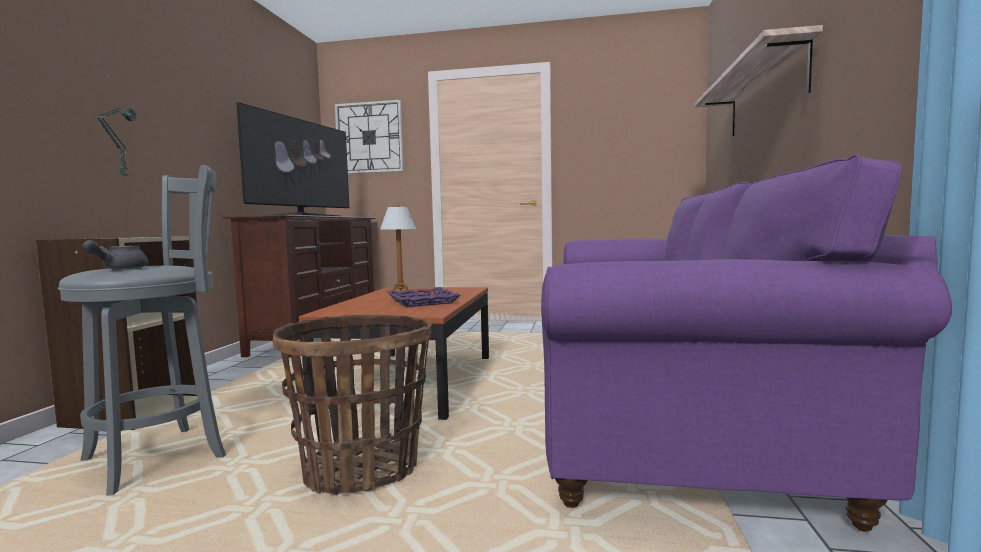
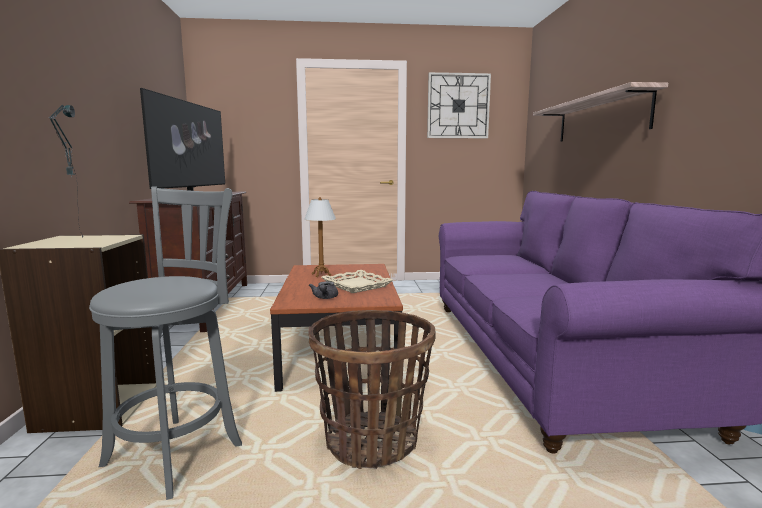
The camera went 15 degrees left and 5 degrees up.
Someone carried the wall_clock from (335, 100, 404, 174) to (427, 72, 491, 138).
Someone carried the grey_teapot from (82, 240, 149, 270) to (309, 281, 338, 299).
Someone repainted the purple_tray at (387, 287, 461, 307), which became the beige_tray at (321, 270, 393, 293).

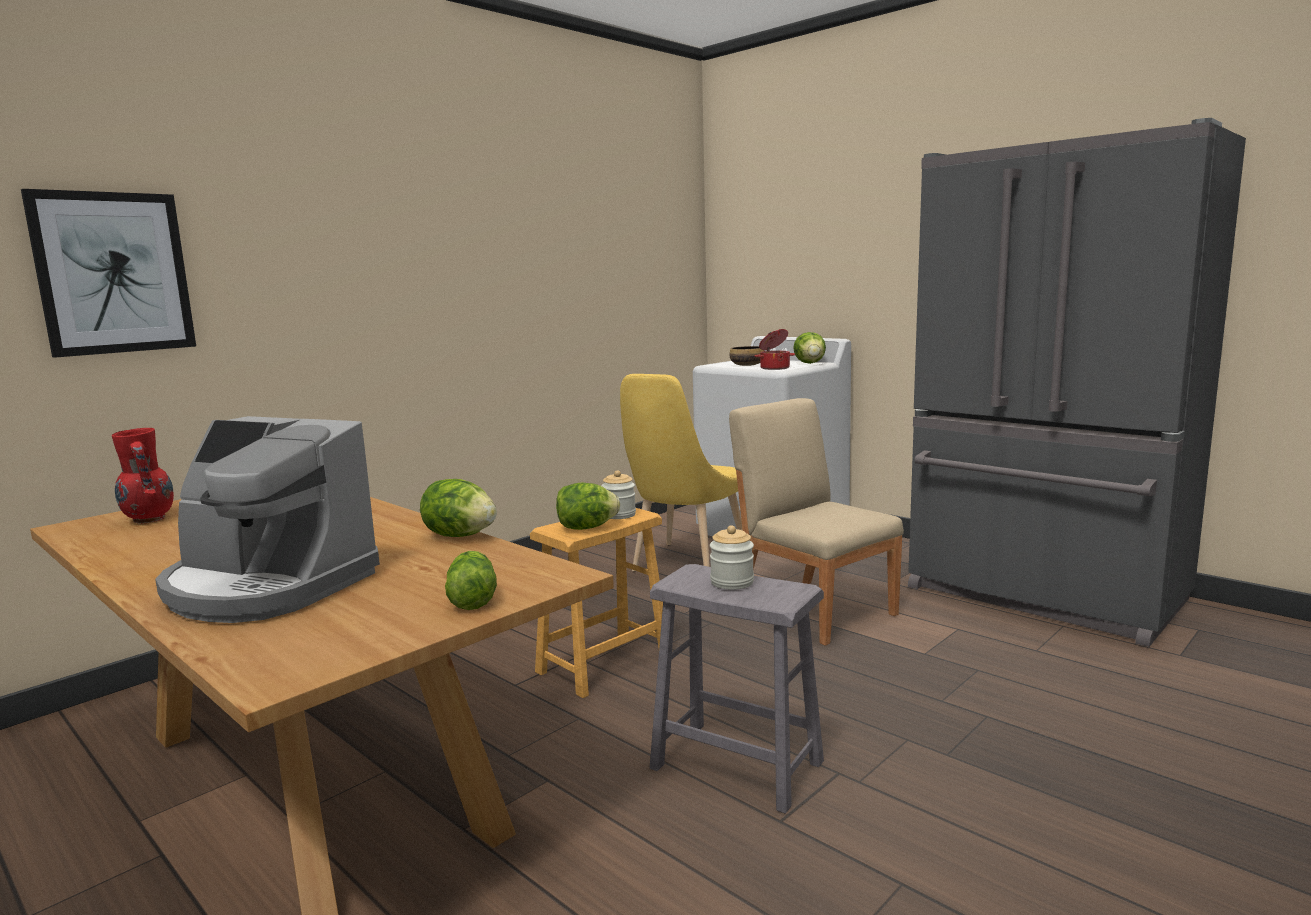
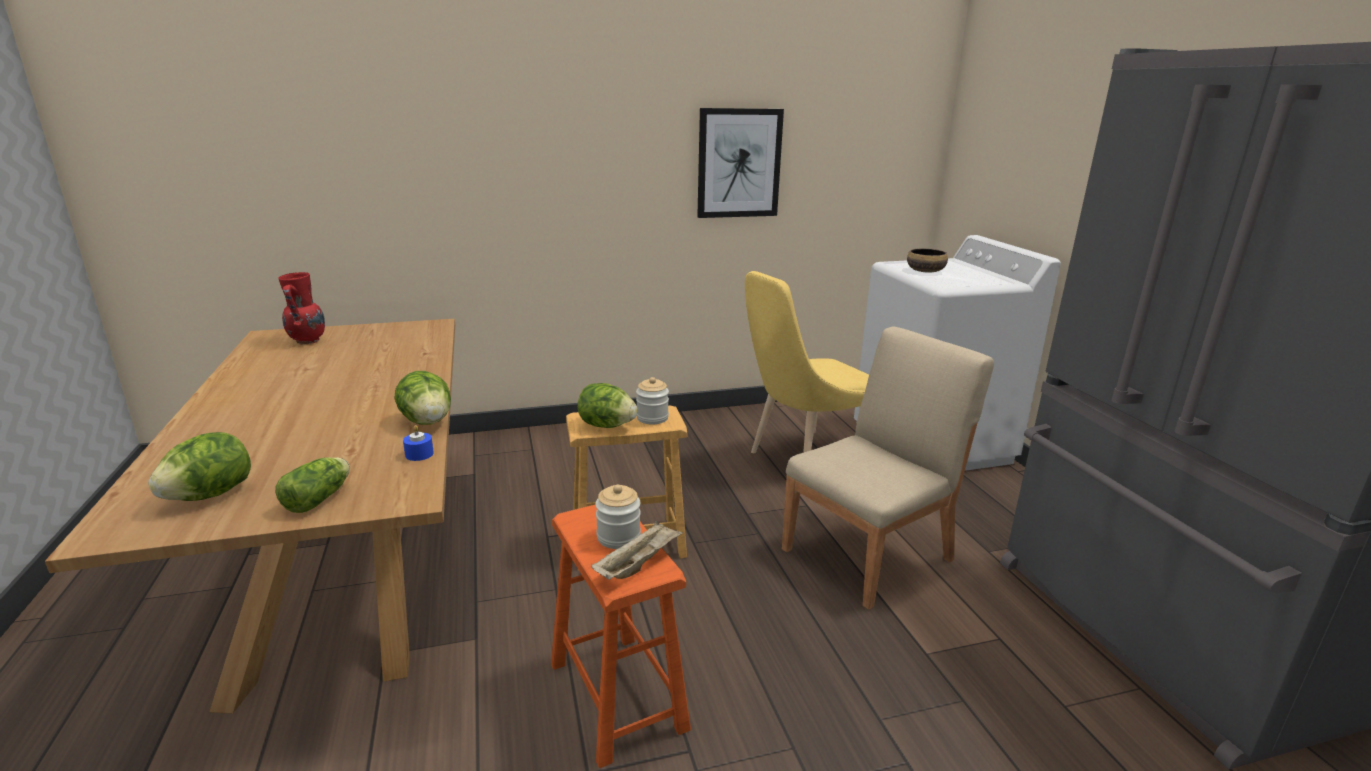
The camera went 30 degrees right and 10 degrees up.
Someone carried the picture from (21, 189, 196, 358) to (697, 108, 784, 218).
Someone took away the cooking_pot at (754, 329, 795, 370).
Someone carried the lettuce from (793, 332, 826, 364) to (148, 432, 251, 501).
Someone rotated the beige_chair at (729, 398, 904, 646) by 60 degrees clockwise.
Someone took away the coffee_machine at (155, 416, 380, 623).
Someone repainted the grey_stool at (650, 564, 824, 814), which became the orange_stool at (551, 505, 691, 768).
Someone put down the blue_candle at (403, 425, 434, 461).
Someone put down the beige_tray at (591, 521, 683, 580).

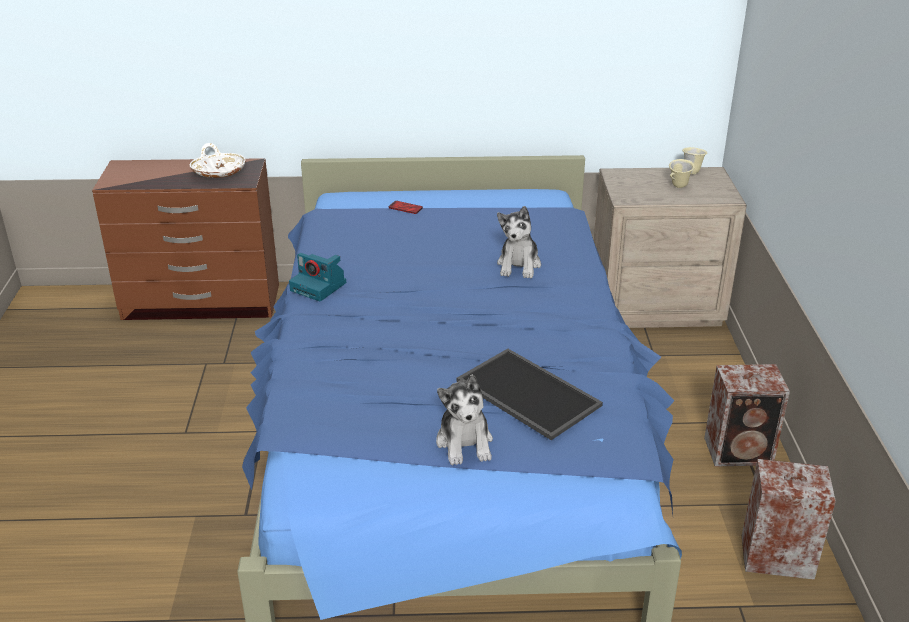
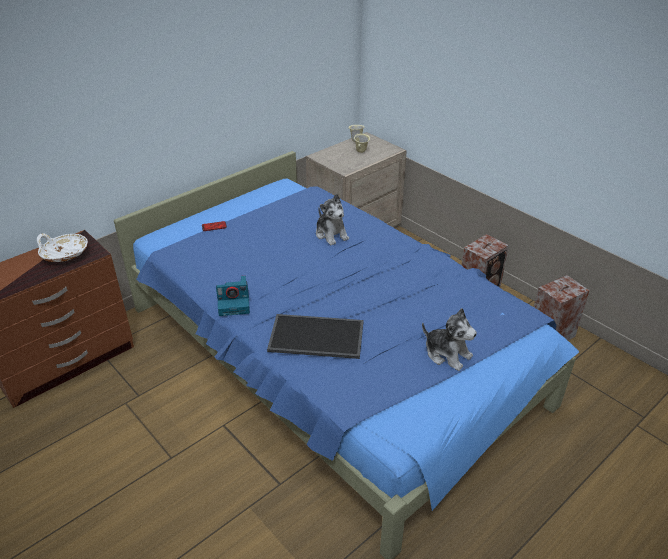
The camera went 40 degrees left and 5 degrees up.
Someone carried the tray from (456, 349, 603, 440) to (267, 314, 364, 359).

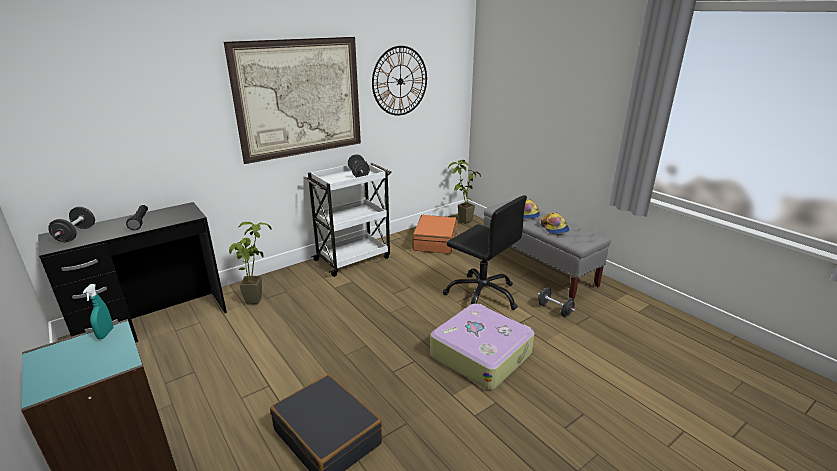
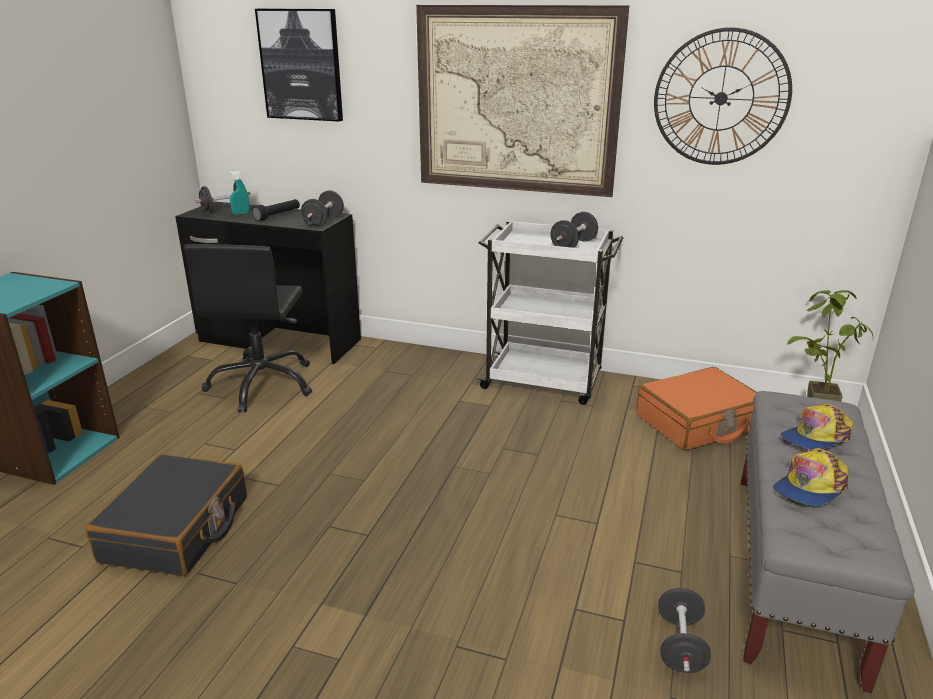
The camera went 55 degrees right and 0 degrees up.
Someone carried the black_office_chair from (443, 195, 527, 310) to (184, 244, 312, 413).
Someone took away the potted_plant at (229, 222, 272, 304).
Someone carried the turquoise_spray_bottle from (83, 284, 113, 339) to (228, 170, 249, 215).
Someone took away the suitcase at (430, 304, 534, 390).
Someone put up the picture at (255, 9, 343, 122).
Someone put down the black_dumbbell at (301, 191, 344, 227).

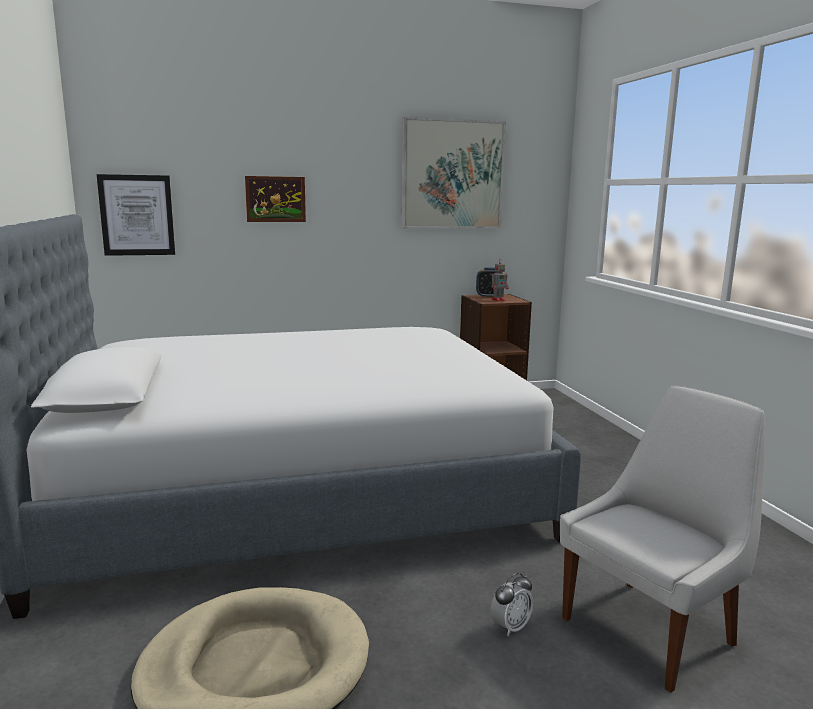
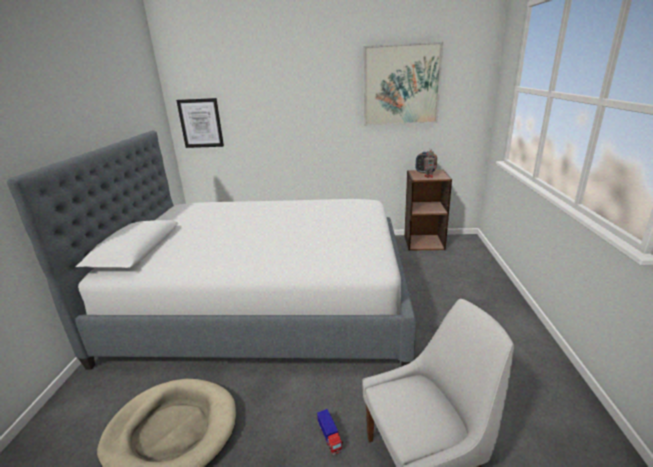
The camera went 20 degrees right and 10 degrees up.
Someone took away the picture at (245, 176, 306, 222).
Someone swapped the alarm_clock at (491, 573, 533, 636) for the toy_truck at (317, 409, 343, 455).

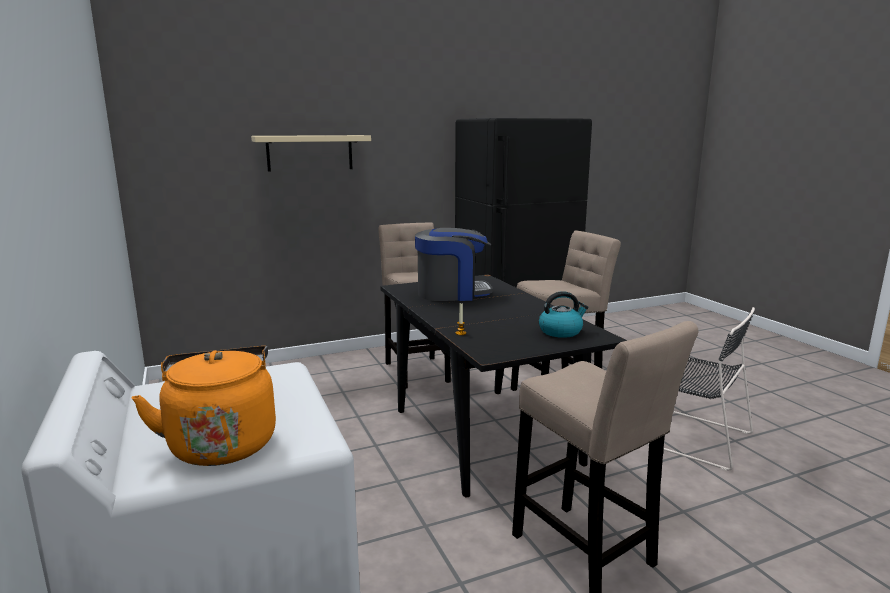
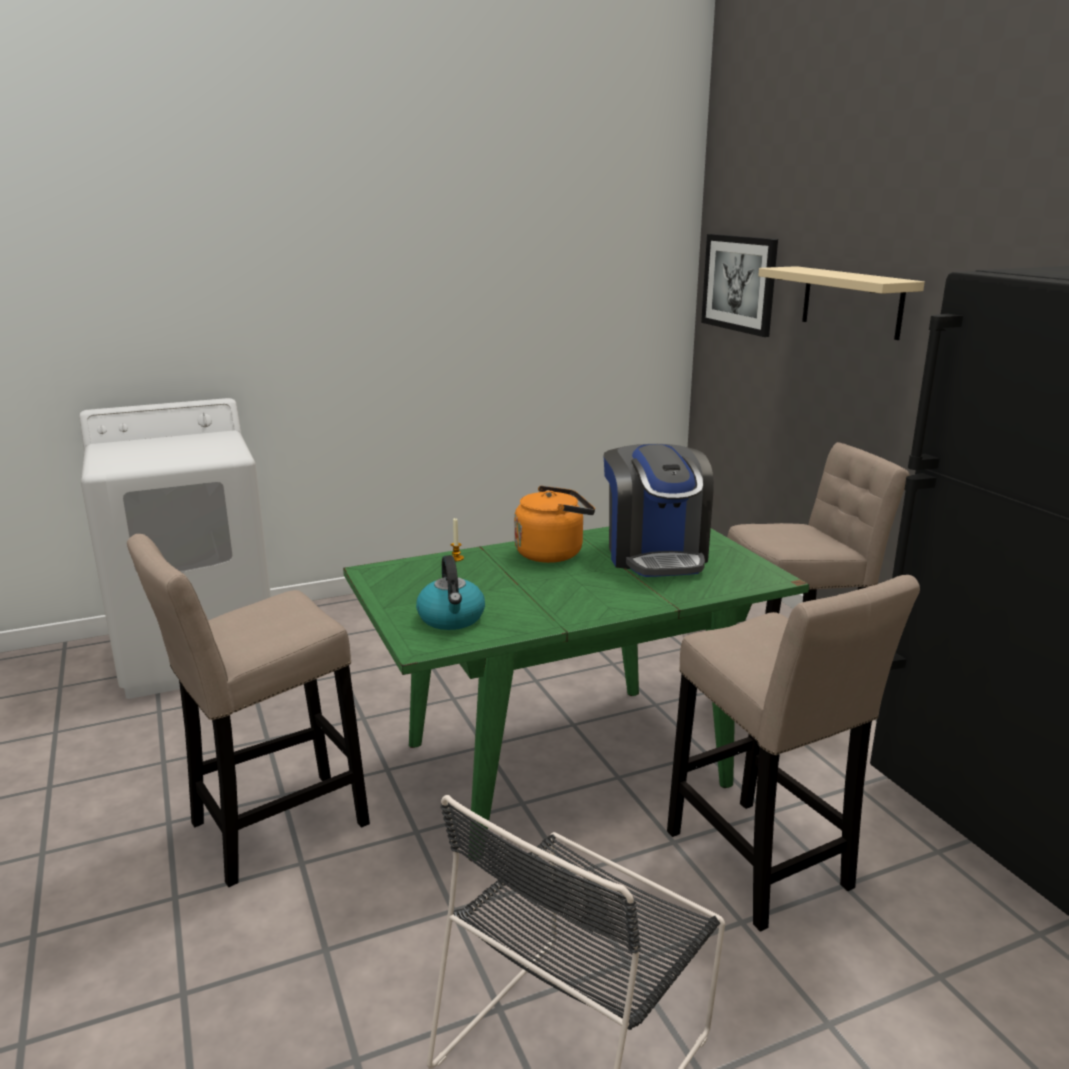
The camera went 90 degrees right and 5 degrees up.
Someone repainted the black_dining_table at (380, 274, 627, 498), which became the green_dining_table at (343, 527, 809, 862).
Someone carried the orange_kettle from (132, 346, 276, 466) to (514, 486, 595, 563).
Someone put up the picture at (701, 234, 778, 337).

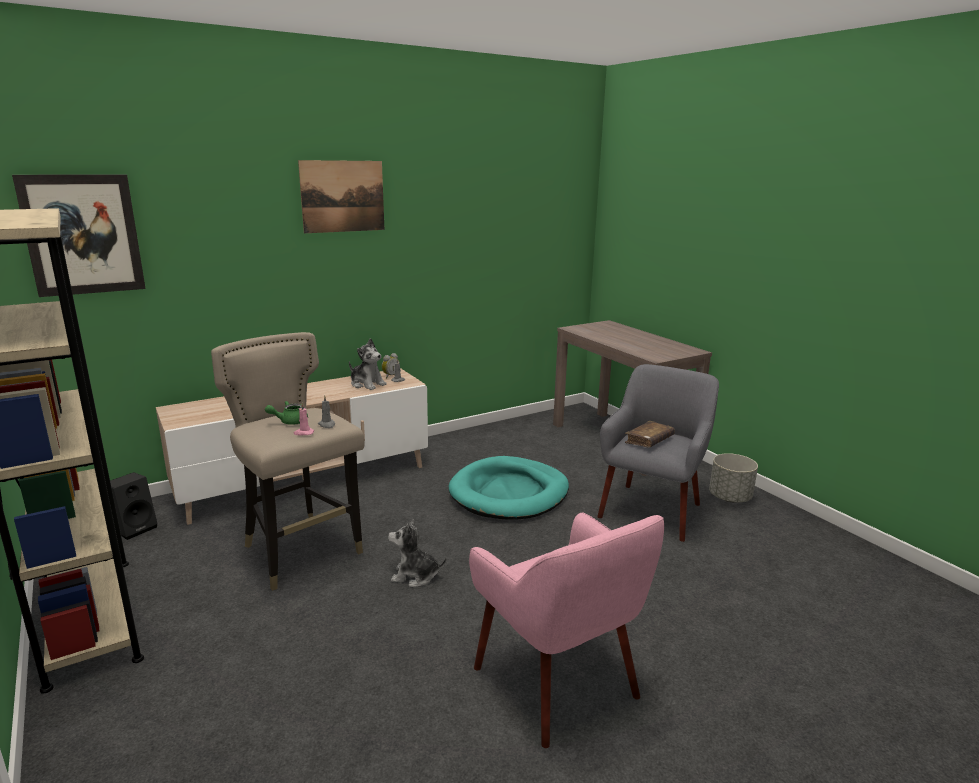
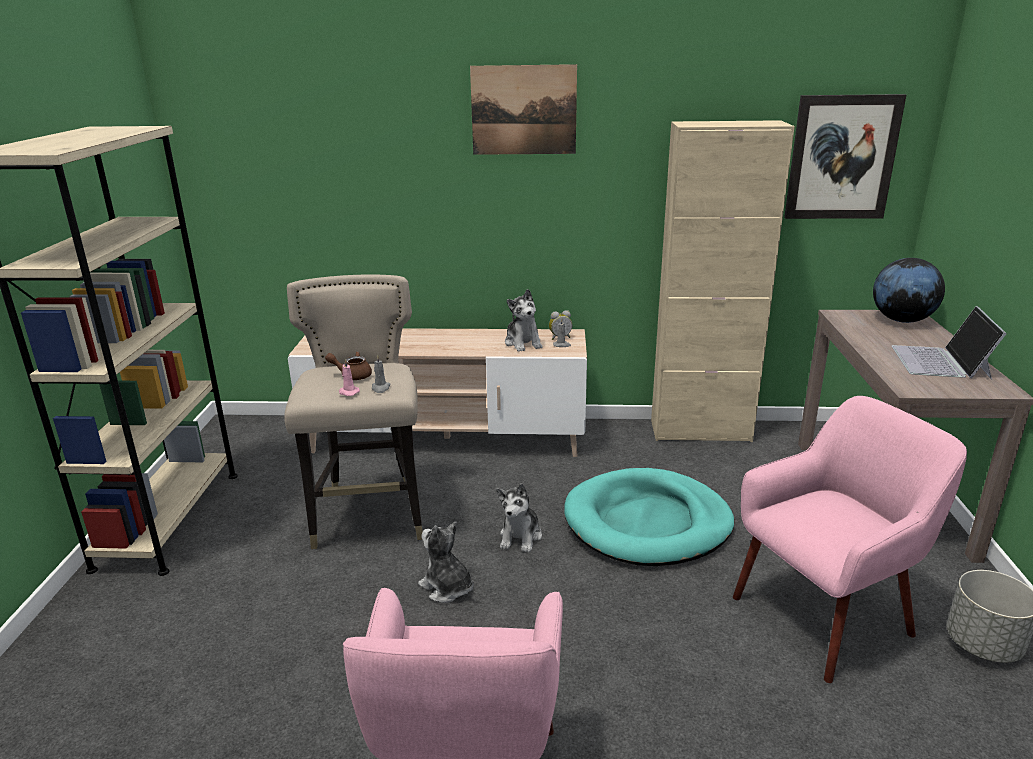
The camera went 35 degrees right and 5 degrees up.
Someone carried the picture from (12, 175, 146, 297) to (784, 94, 906, 219).
Someone repainted the grey_armchair at (597, 364, 719, 542), which became the pink_armchair at (733, 396, 967, 683).
Someone repainted the green_teapot at (265, 401, 308, 425), which became the brown_teapot at (325, 351, 372, 380).
Someone took away the brown_book at (625, 421, 675, 447).
Someone took away the black_speaker at (110, 472, 158, 540).
Someone put down the beige_cabinet at (651, 120, 795, 442).
Someone put down the globe at (873, 258, 945, 323).
Someone put down the laptop at (892, 306, 1007, 379).
Someone put down the plush_toy at (496, 484, 542, 553).

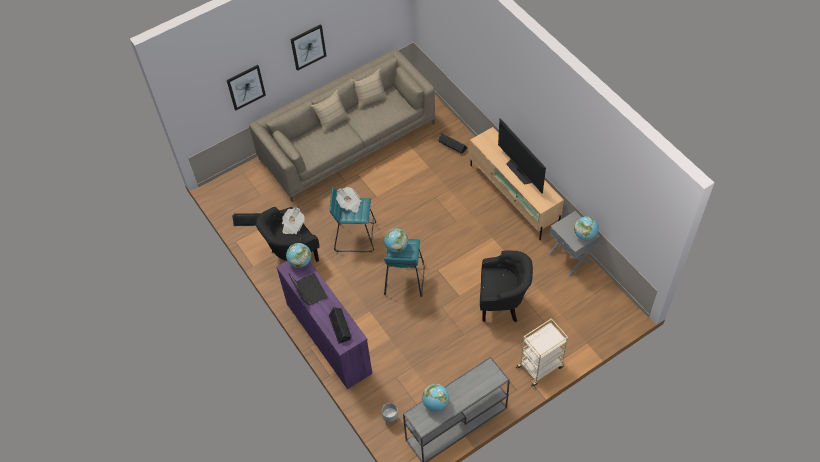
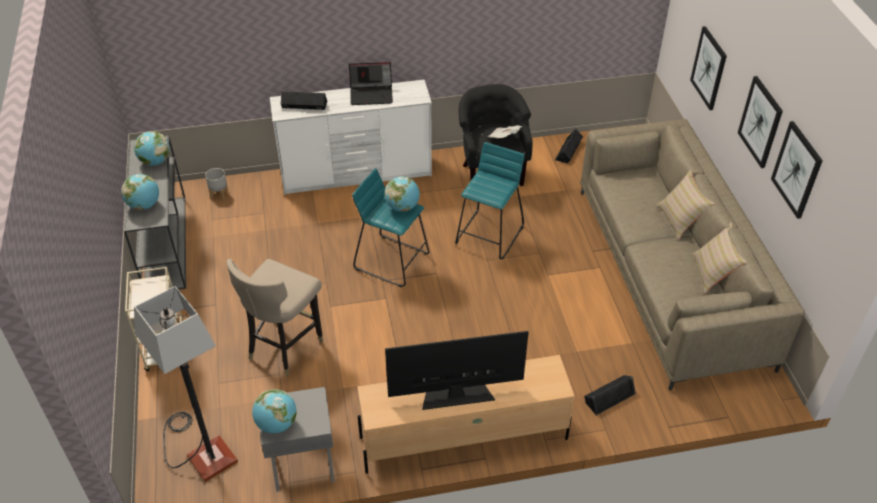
The camera went 110 degrees right and 10 degrees down.
Someone took away the newspaper at (336, 187, 362, 213).
Someone carried the globe from (286, 243, 311, 268) to (122, 174, 159, 210).
Someone swapped the black_armchair at (480, 251, 533, 323) for the beige_stool at (226, 259, 323, 377).
Someone repainted the purple_dresser at (276, 261, 372, 389), which became the white_dresser at (270, 80, 432, 195).
Someone put up the picture at (771, 121, 823, 219).
Someone put down the floor_lamp at (134, 286, 238, 482).

